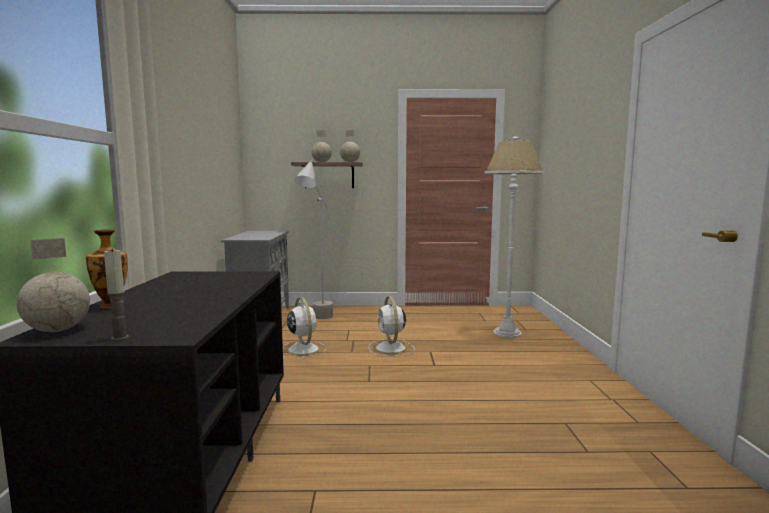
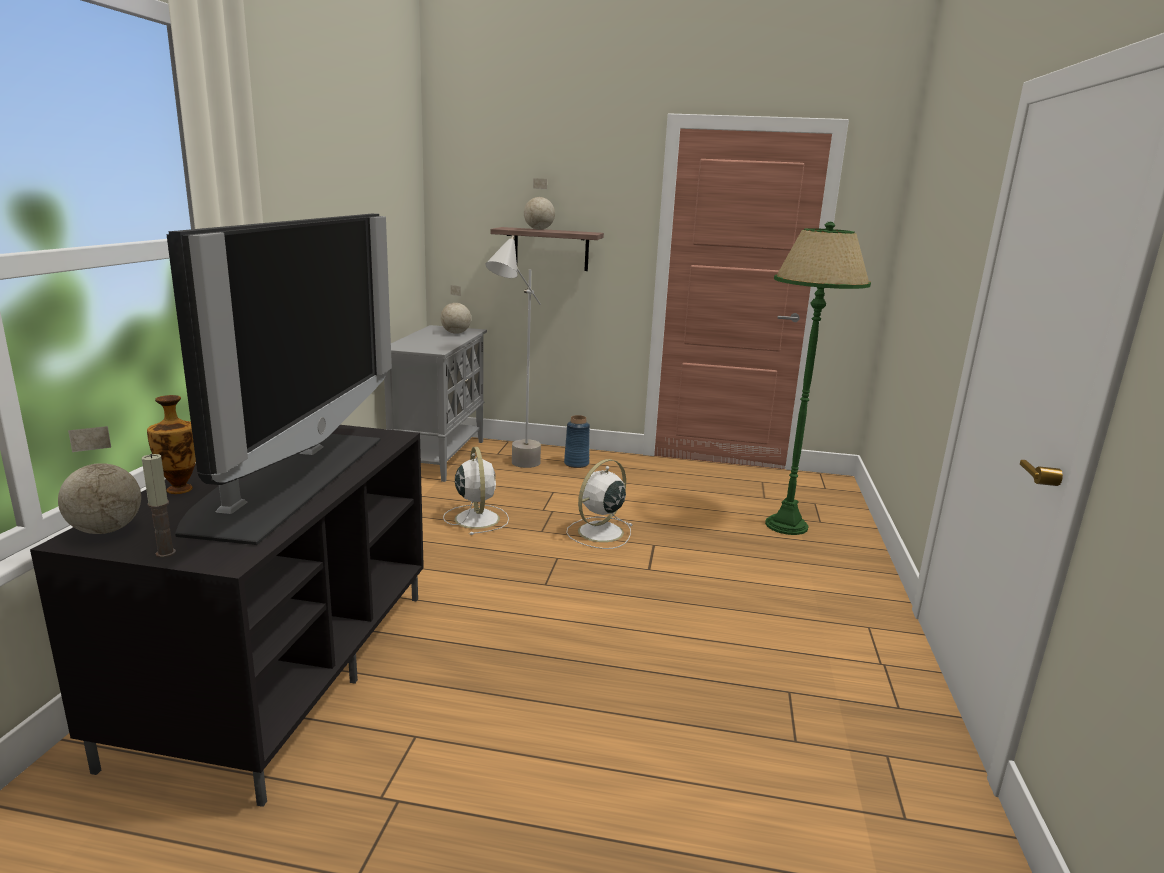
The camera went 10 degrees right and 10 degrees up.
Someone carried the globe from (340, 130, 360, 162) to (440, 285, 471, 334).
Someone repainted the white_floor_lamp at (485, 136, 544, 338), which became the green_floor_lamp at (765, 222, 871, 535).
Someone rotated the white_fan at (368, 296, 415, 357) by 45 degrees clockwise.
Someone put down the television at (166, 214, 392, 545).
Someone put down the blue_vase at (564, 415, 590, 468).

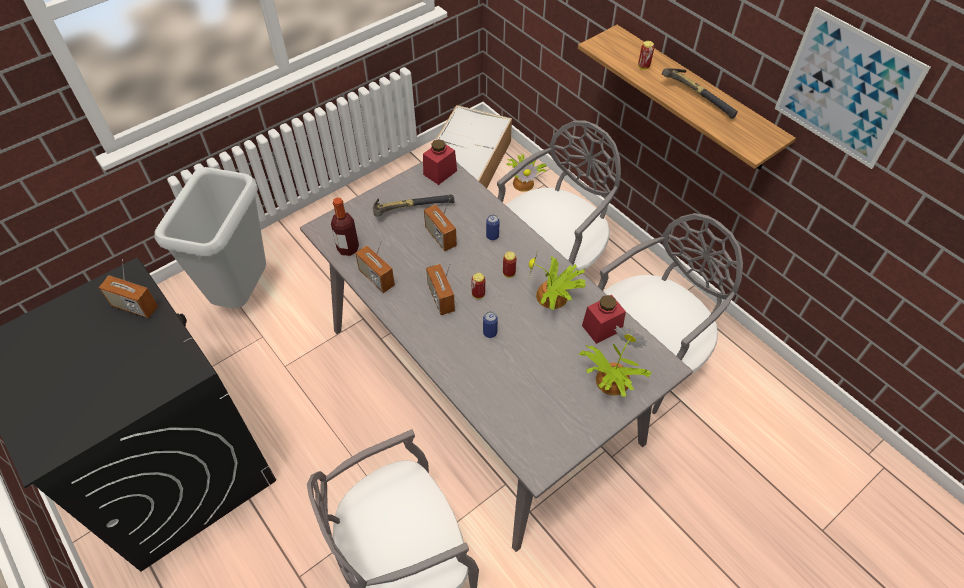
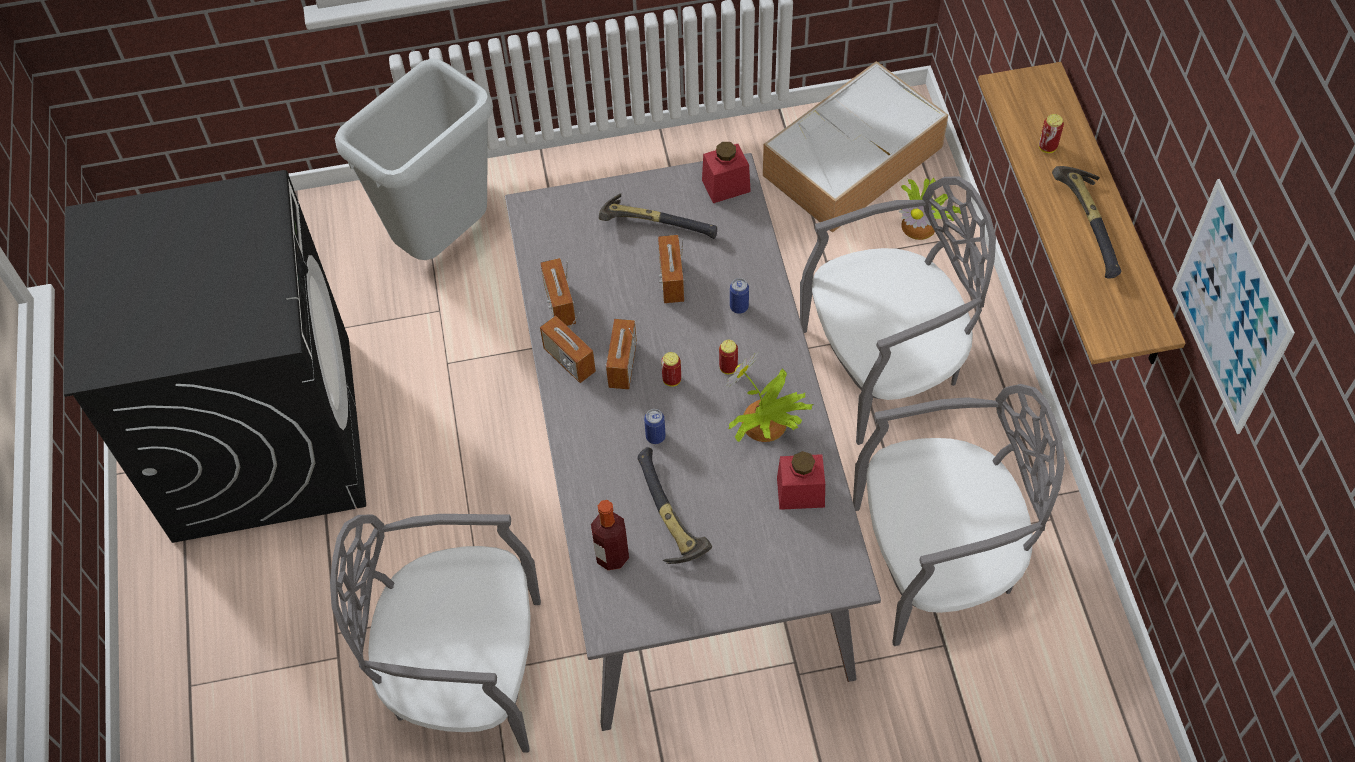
The camera went 30 degrees right and 5 degrees up.
Someone carried the bottle from (331, 198, 359, 256) to (591, 500, 629, 570).
Someone carried the radio from (98, 259, 158, 318) to (540, 312, 596, 383).
Someone took away the potted_plant at (578, 326, 651, 397).
Someone put down the hammer at (638, 447, 712, 564).

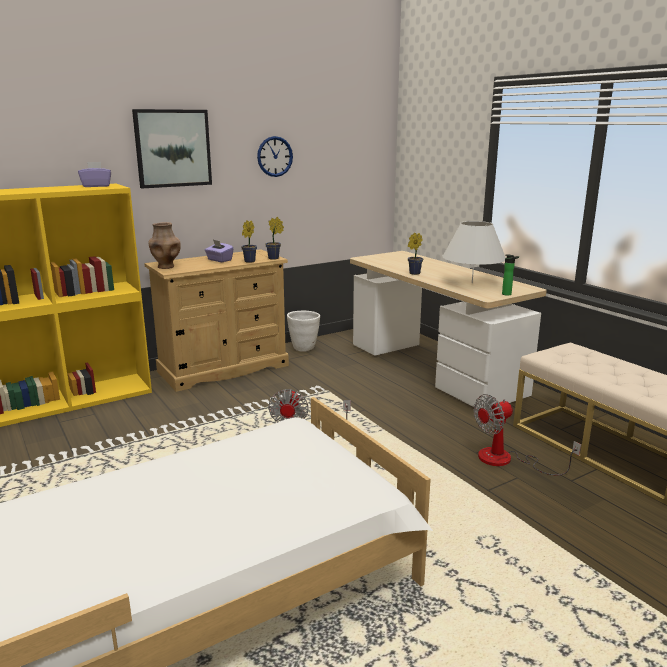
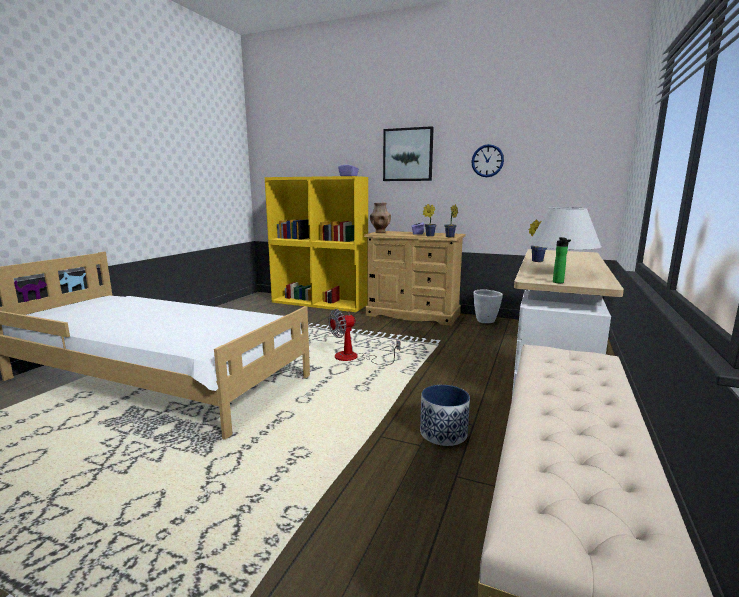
The camera went 55 degrees right and 5 degrees down.
Someone swapped the fan at (473, 394, 581, 476) for the planter at (420, 385, 470, 446).

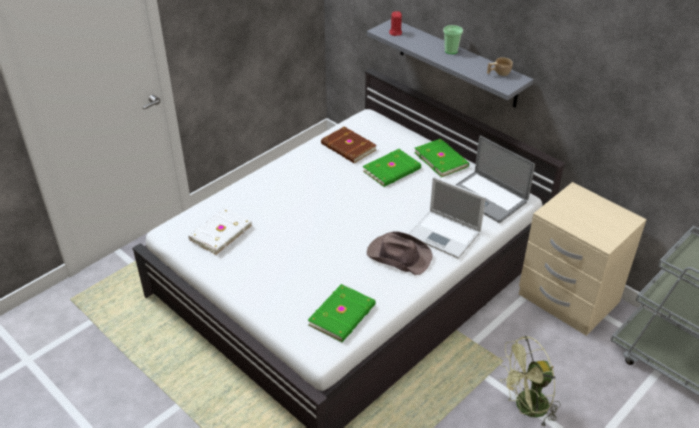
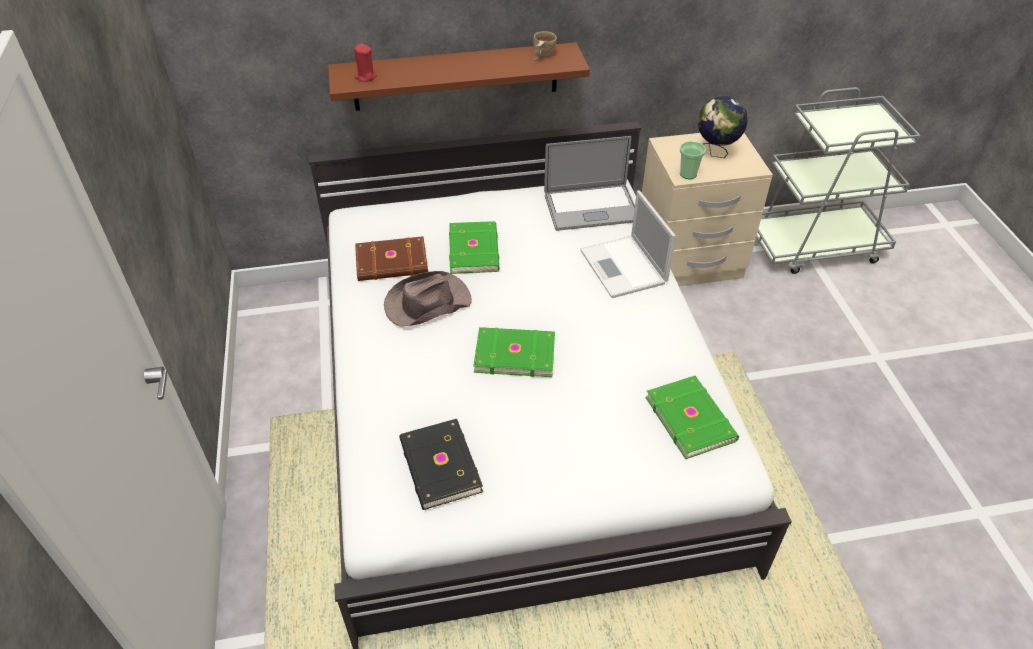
The camera went 55 degrees left and 5 degrees up.
Someone repainted the grey_shelf at (367, 19, 534, 108), which became the brown_shelf at (328, 42, 590, 111).
Someone carried the cup from (443, 25, 463, 54) to (680, 141, 706, 179).
Someone carried the green_book from (414, 139, 469, 177) to (473, 327, 555, 377).
Someone rotated the laptop at (409, 177, 486, 259) by 90 degrees clockwise.
Someone repainted the white_book at (188, 208, 253, 255), which became the black_book at (399, 419, 483, 510).
Someone carried the brown_hat from (367, 232, 433, 275) to (384, 271, 472, 327).
Someone took away the green_fan at (499, 336, 561, 426).
Someone put down the globe at (698, 96, 748, 158).

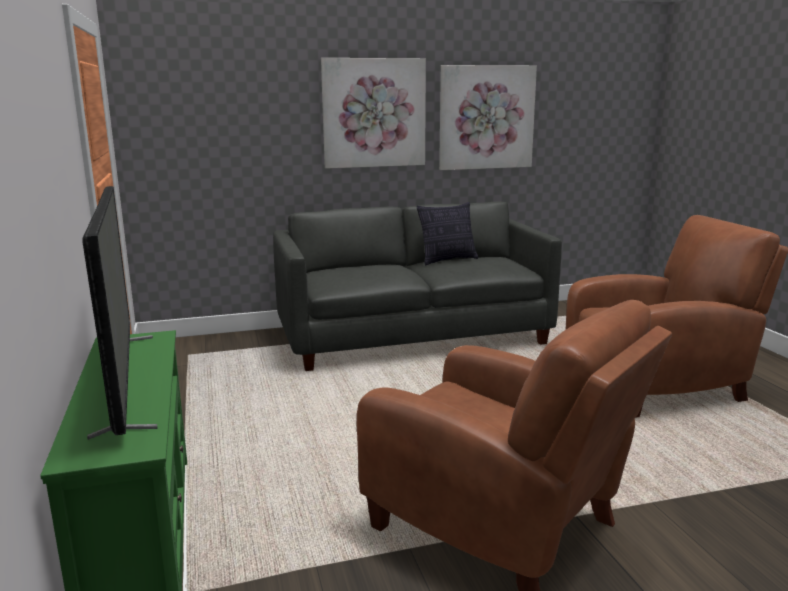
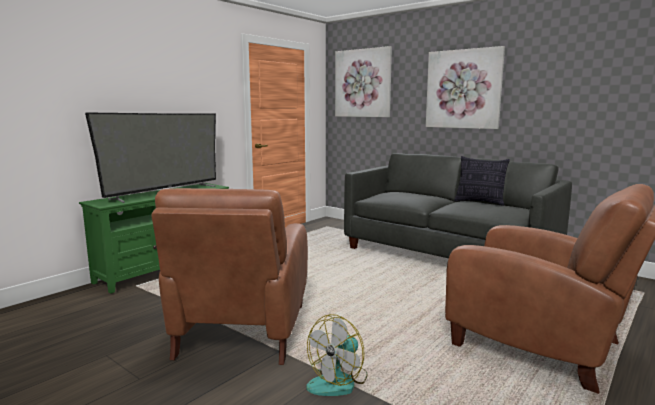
The camera went 55 degrees right and 5 degrees down.
Someone carried the picture from (439, 65, 537, 170) to (335, 46, 392, 117).
Someone put down the fan at (306, 314, 367, 396).

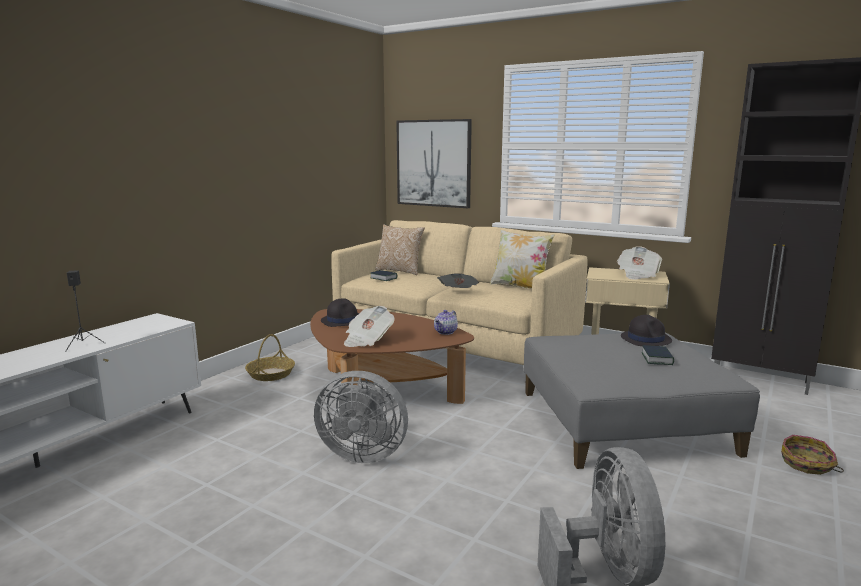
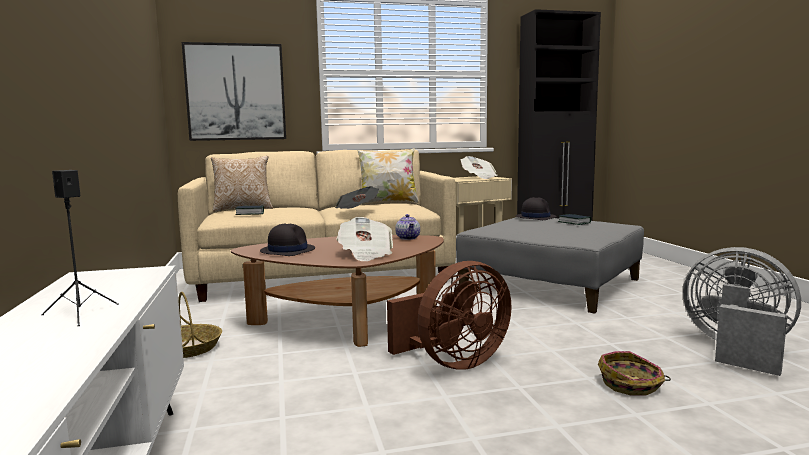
The camera went 45 degrees left and 5 degrees down.
Someone repainted the grey_fan at (314, 371, 408, 463), which became the brown_fan at (387, 261, 512, 370).
Someone carried the basket from (781, 435, 844, 475) to (598, 351, 671, 396).

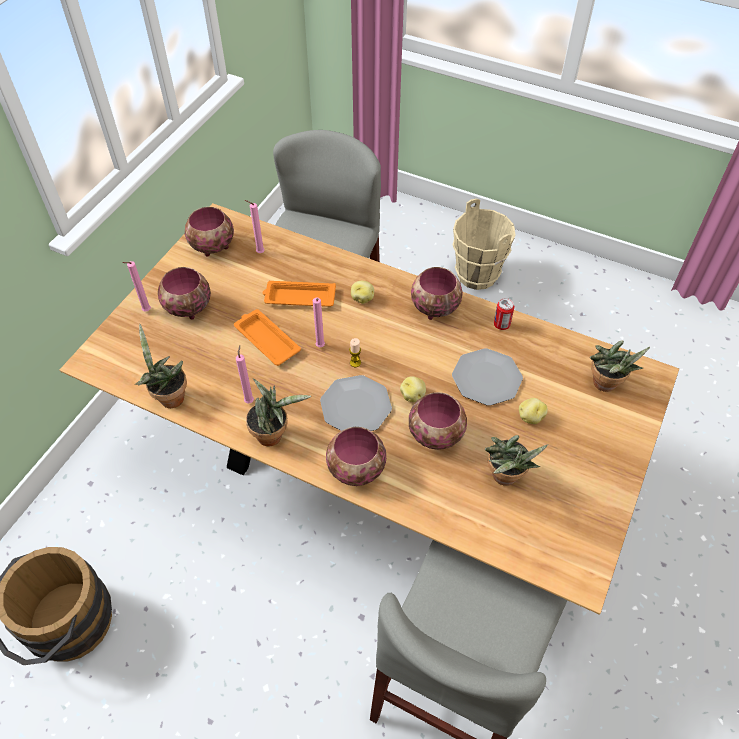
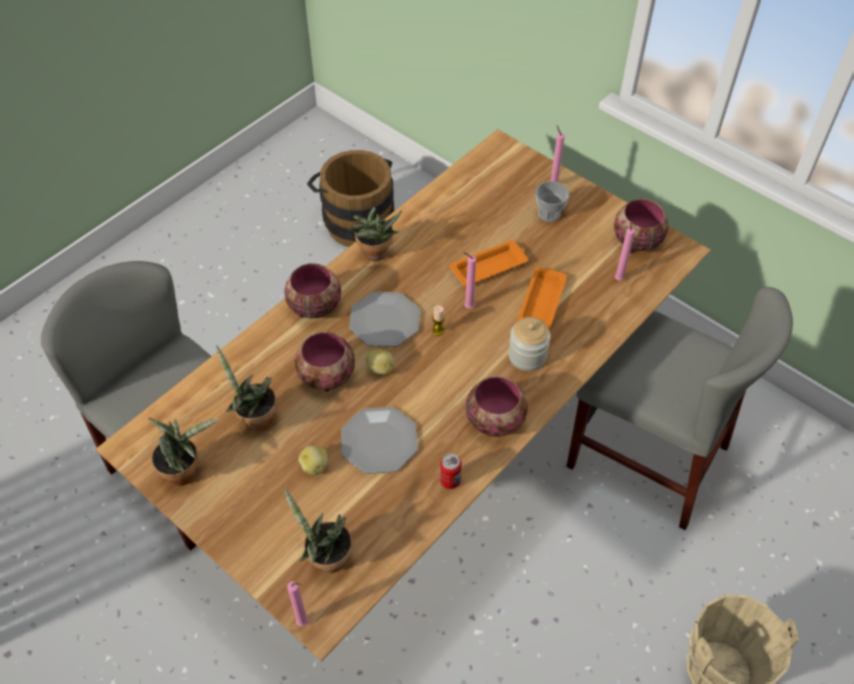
The camera went 105 degrees right and 0 degrees up.
Someone swapped the bowl at (158, 267, 211, 320) for the cup at (536, 181, 569, 222).
Someone swapped the potato at (351, 281, 374, 304) for the jar at (508, 317, 551, 371).
Someone carried the potted_plant from (135, 324, 187, 408) to (148, 418, 219, 486).
Someone carried the pink_candle from (236, 345, 254, 404) to (287, 581, 309, 626).

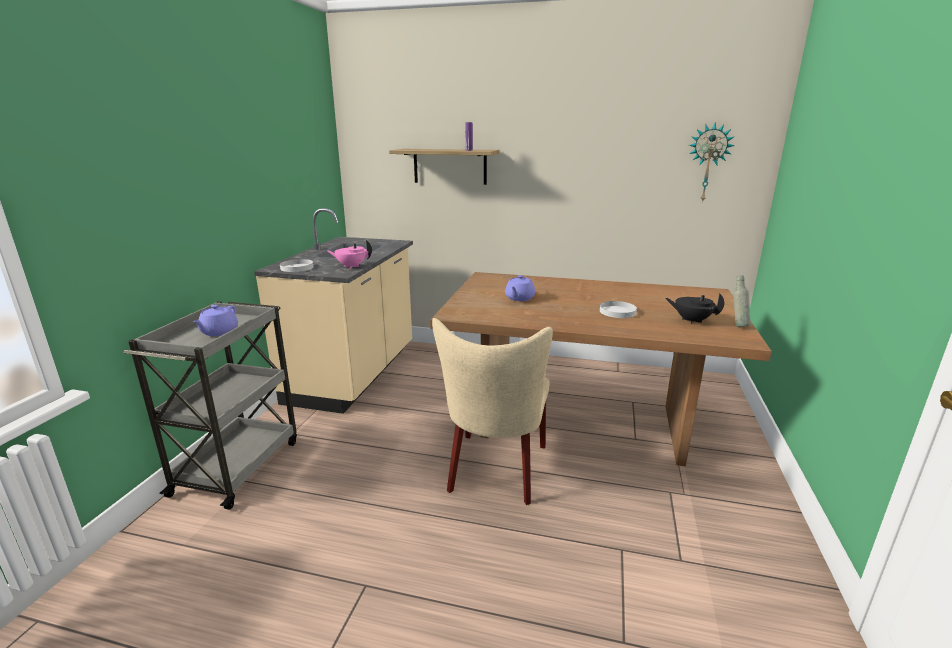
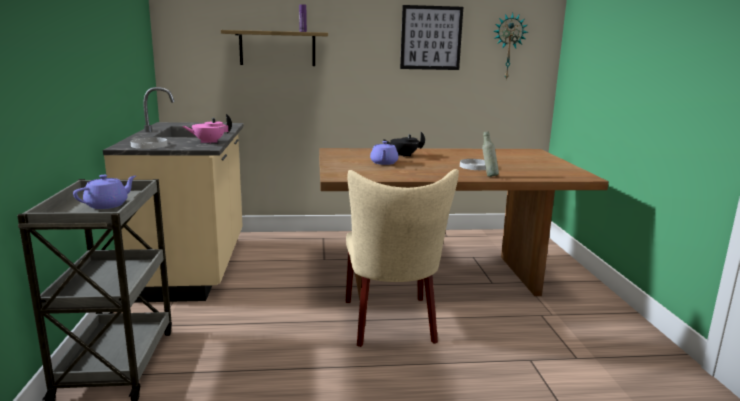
The camera went 20 degrees left and 5 degrees down.
Someone carried the grey_bottle from (733, 276, 751, 327) to (482, 131, 499, 177).
Someone carried the black_teapot from (665, 293, 724, 324) to (383, 132, 425, 157).
Someone rotated the purple_teapot at (193, 305, 238, 336) by 135 degrees counterclockwise.
Someone put up the picture at (400, 5, 463, 70).

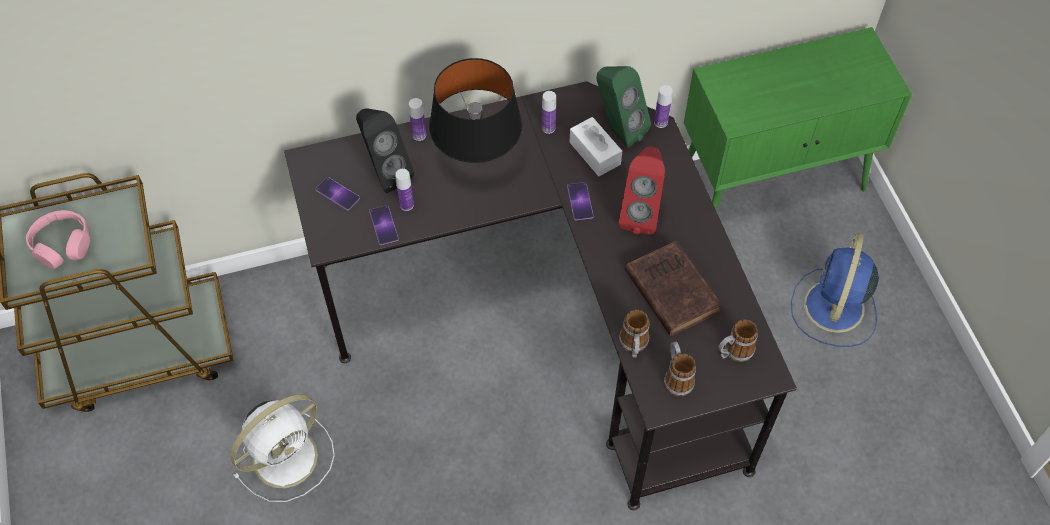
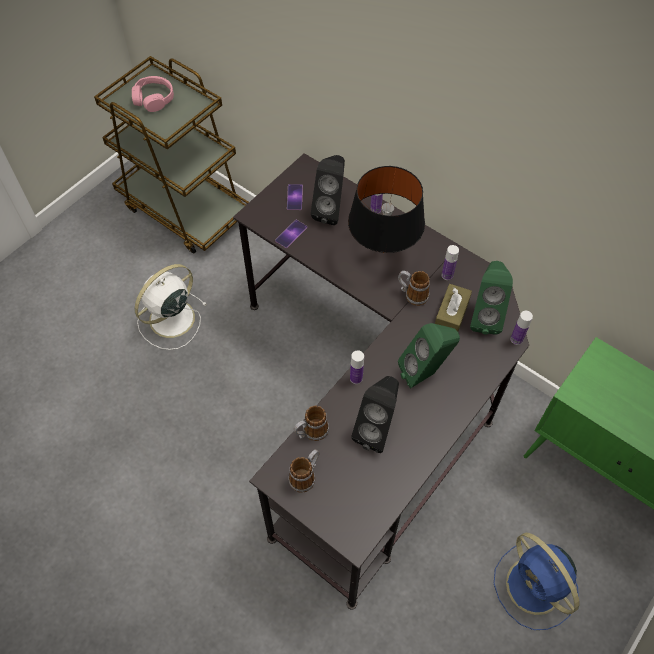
The camera went 55 degrees right and 0 degrees up.
Someone repainted the white_tissue_box at (569, 117, 622, 176), which became the brown_tissue_box at (435, 284, 472, 331).
Someone repainted the red_speaker at (619, 147, 665, 235), which became the green_speaker at (398, 323, 460, 389).
Someone carried the bottle from (395, 169, 414, 211) to (350, 350, 364, 384).
Someone took away the phone at (567, 182, 594, 220).
Someone rotated the blue_fan at (791, 233, 879, 347) by 105 degrees counterclockwise.
Someone swapped the brown_book at (625, 241, 722, 336) for the black_speaker at (351, 376, 399, 453).
Someone carried the mug from (718, 319, 758, 362) to (398, 271, 430, 306).
Someone rotated the white_fan at (230, 395, 335, 502) by 120 degrees clockwise.

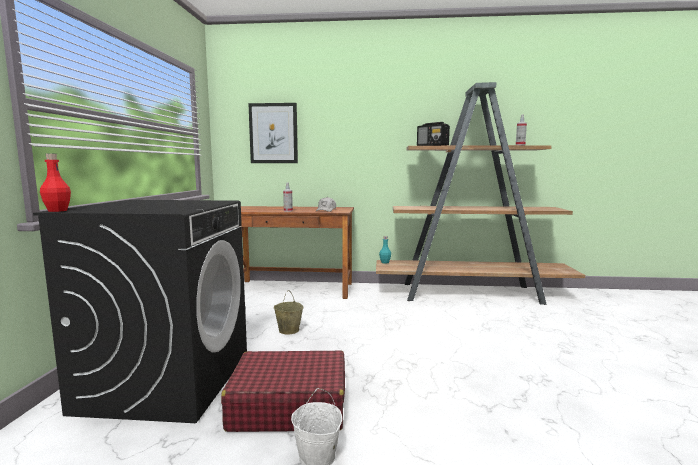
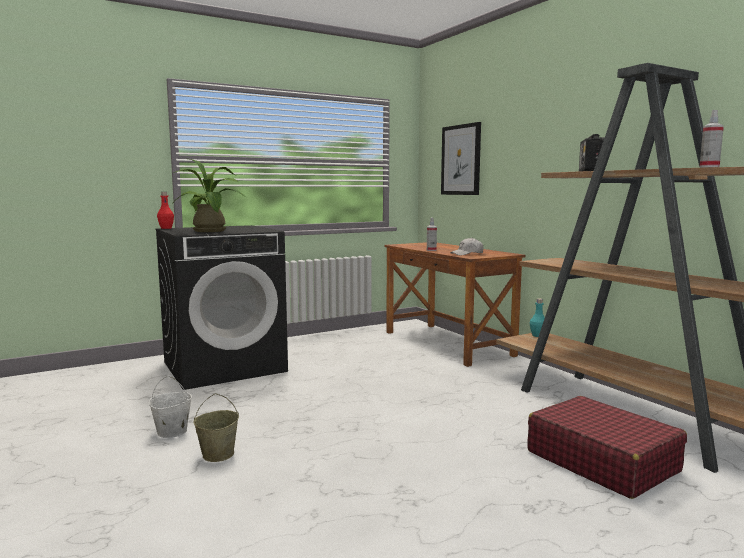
The camera went 55 degrees right and 0 degrees up.
Someone carried the beige_bucket from (274, 290, 303, 334) to (193, 393, 239, 462).
Someone carried the red_suitcase from (221, 350, 345, 432) to (527, 396, 687, 499).
Someone put down the potted_plant at (173, 159, 247, 232).

